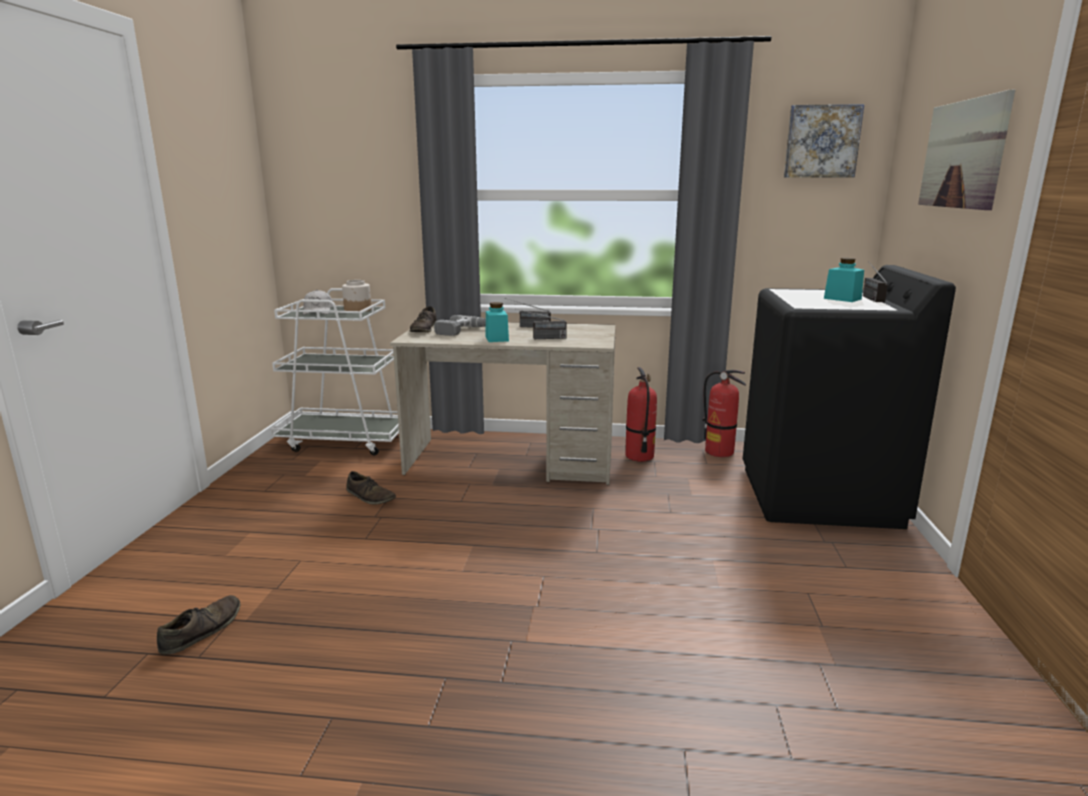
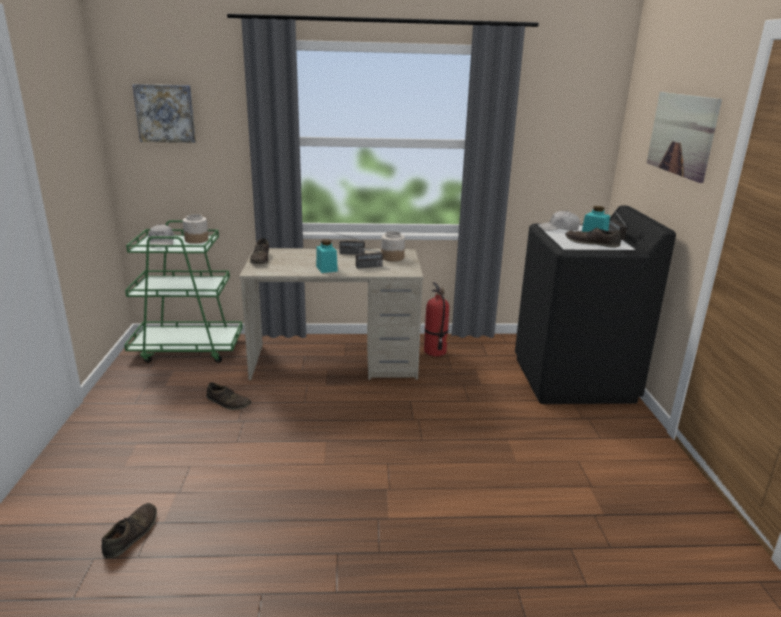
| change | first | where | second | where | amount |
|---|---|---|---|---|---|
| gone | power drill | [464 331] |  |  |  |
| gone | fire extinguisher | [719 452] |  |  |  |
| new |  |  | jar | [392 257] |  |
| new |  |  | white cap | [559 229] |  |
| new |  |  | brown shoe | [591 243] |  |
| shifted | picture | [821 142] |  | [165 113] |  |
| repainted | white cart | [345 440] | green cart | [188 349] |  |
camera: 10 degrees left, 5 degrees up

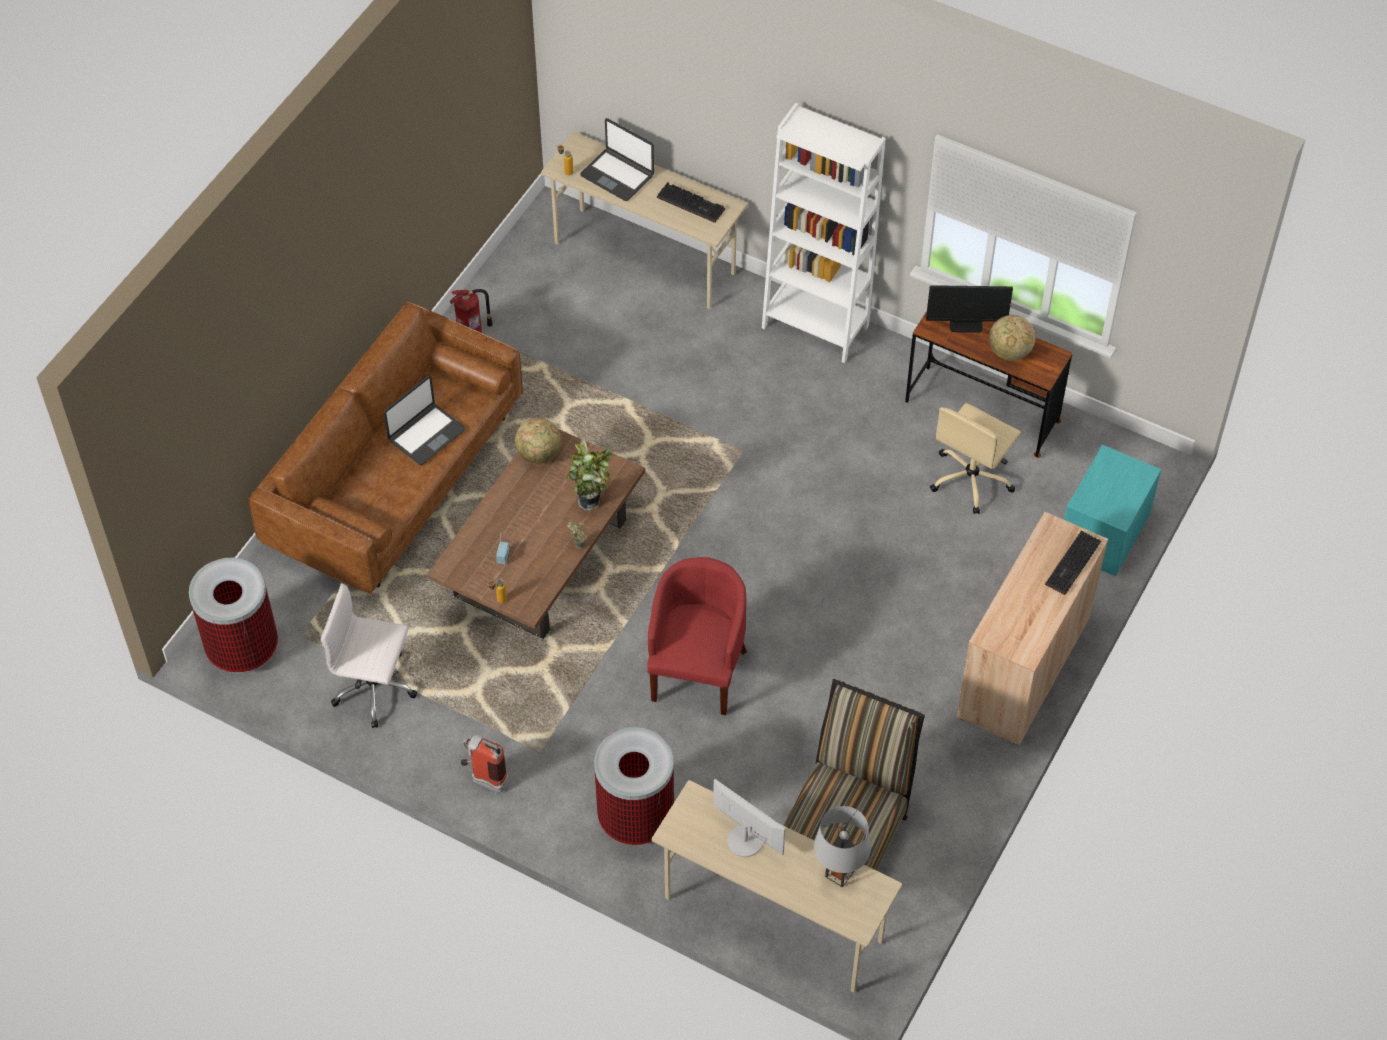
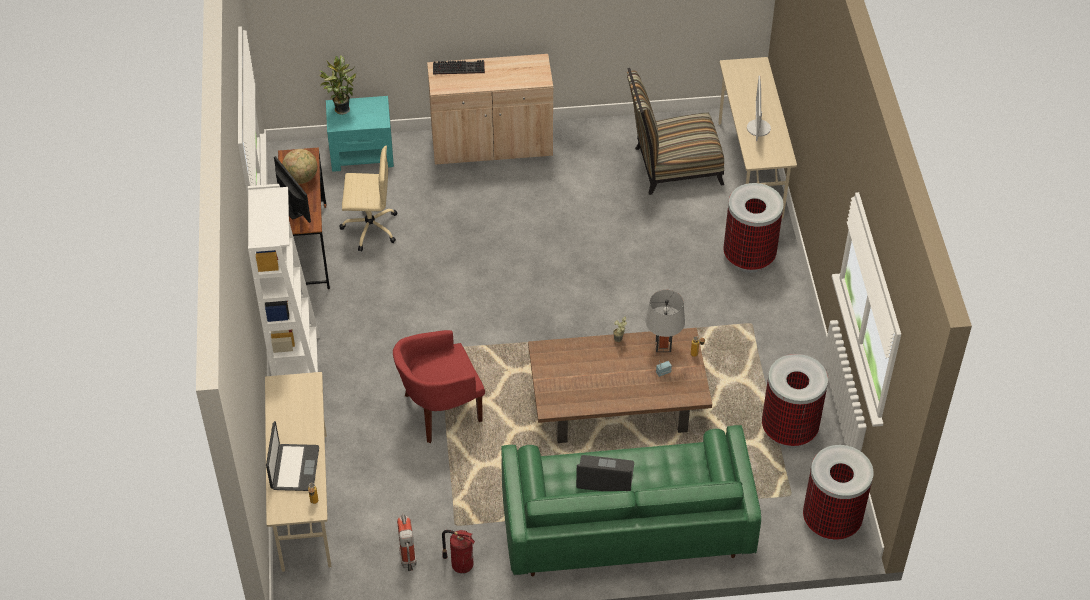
| change | first | where | second | where | amount |
|---|---|---|---|---|---|
| gone | globe | [539 454] |  |  |  |
| gone | keyboard | [692 203] |  |  |  |
| shifted | fire extinguisher | [484 778] |  | [408 562] |  |
| shifted | potted plant | [592 502] |  | [341 108] |  |
| shifted | red armchair | [698 671] |  | [440 410] |  |
| shifted | grey table lamp | [839 874] |  | [663 346] |  |
| swapped | white office chair | [376 689] | trash can | [789 429] |  |
| repainted | brown sofa | [395 479] | green sofa | [626 525] |  |
camera: 125 degrees left, 5 degrees down

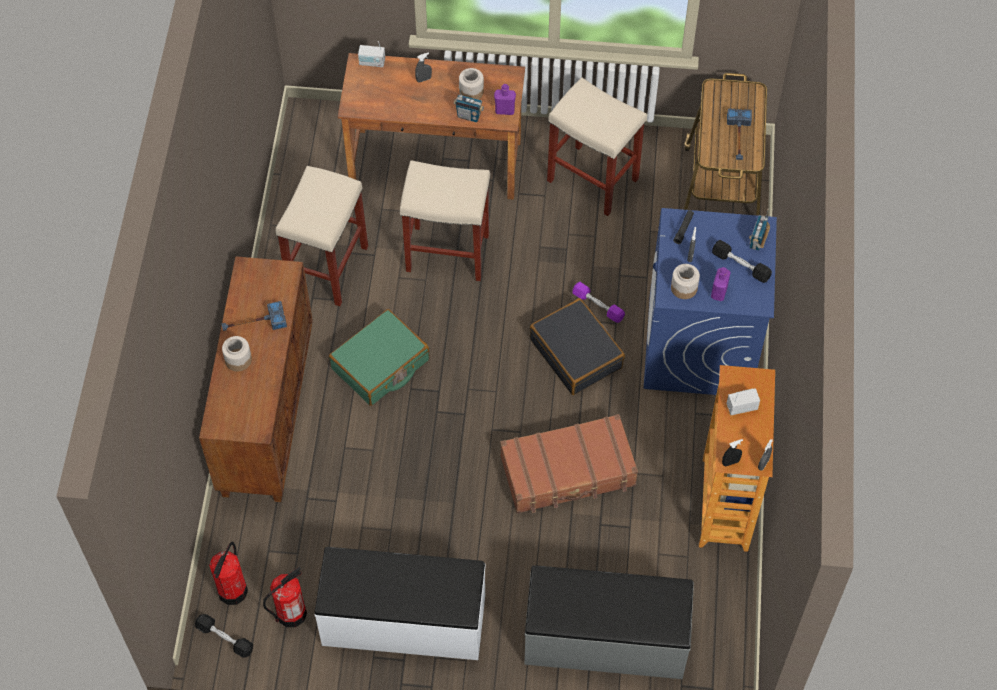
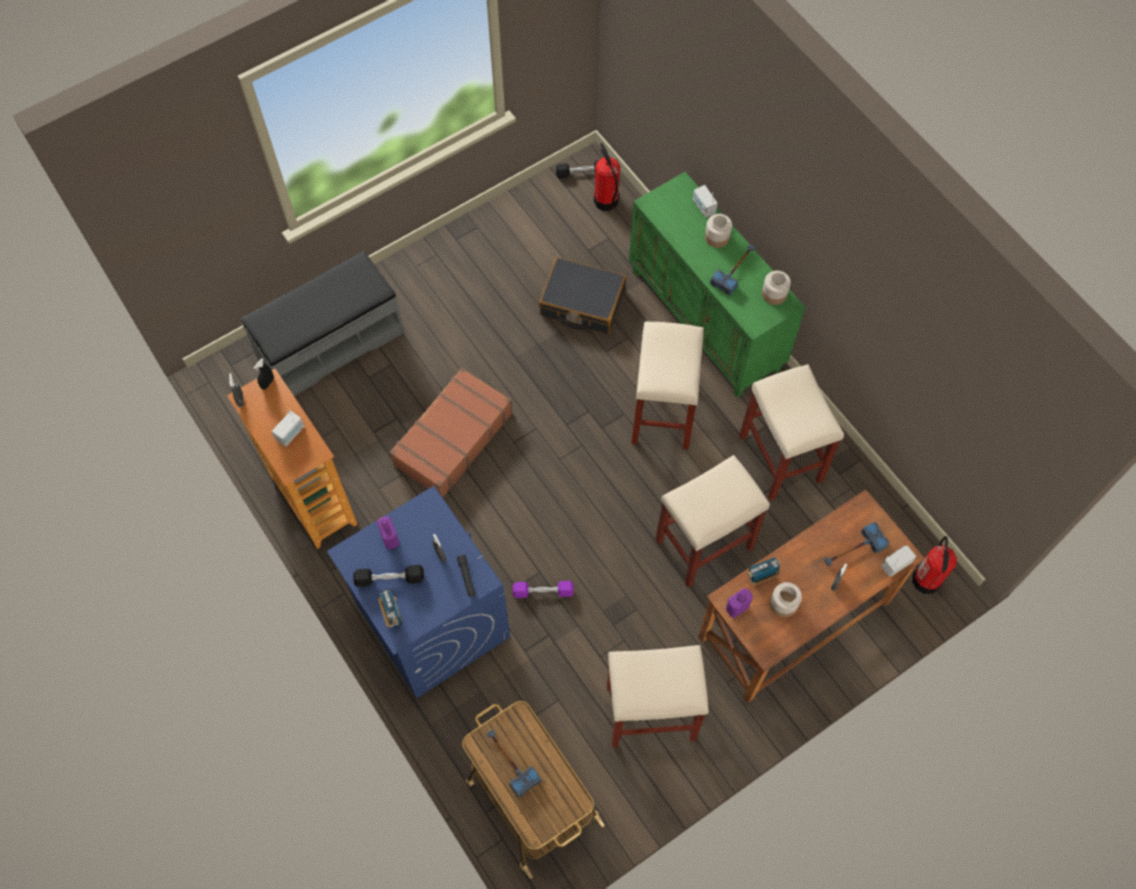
| change | first | where | second | where | amount |
|---|---|---|---|---|---|
| gone | white bench | [404 621] |  |  |  |
| new |  |  | radio | [703 207] |  |
| new |  |  | hammer | [852 550] |  |
| shifted | fire extinguisher | [291 613] |  | [926 580] |  |
| shifted | black suitcase | [576 353] |  | [582 303] |  |
| shifted | jar | [684 288] |  | [774 294] |  |
| swapped | green suitcase | [380 365] | beige stool | [663 414] |  |
| repainted | brown cabinet | [266 412] | green cabinet | [706 321] |  |
camera: 140 degrees right, 5 degrees up

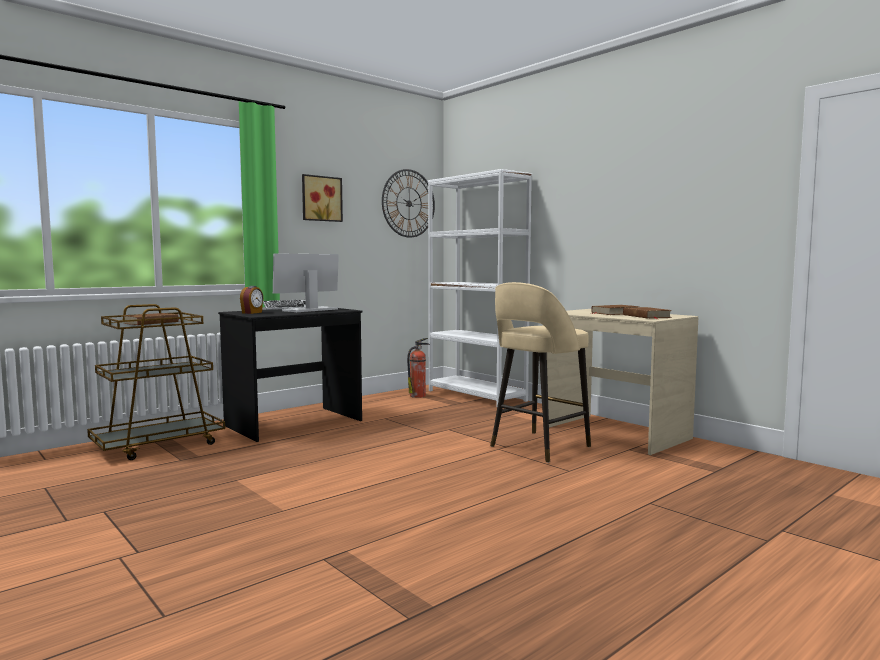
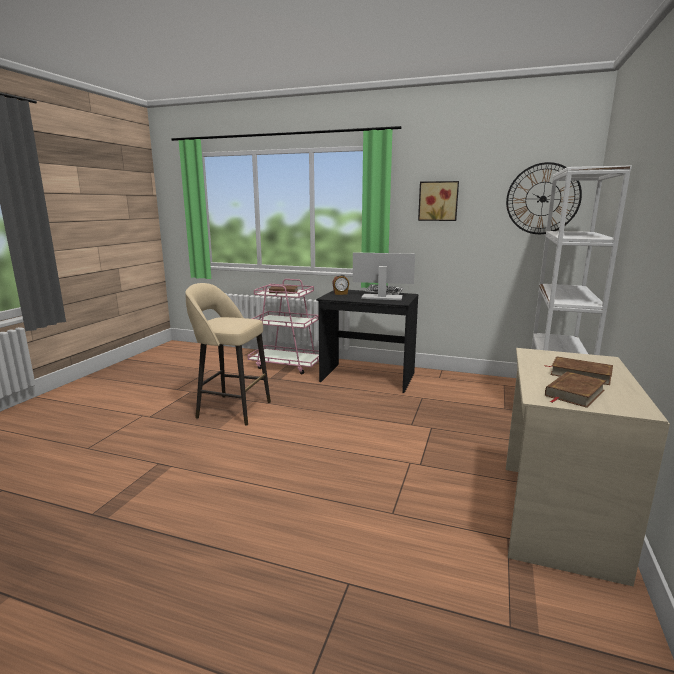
| change | first | where | second | where | amount |
|---|---|---|---|---|---|
| gone | fire extinguisher | [418 396] |  |  |  |
| shifted | beige stool | [538 447] |  | [232 409] |  |
| repainted | brown cart | [159 445] | pink cart | [287 365] |  |
camera: 60 degrees right, 10 degrees up

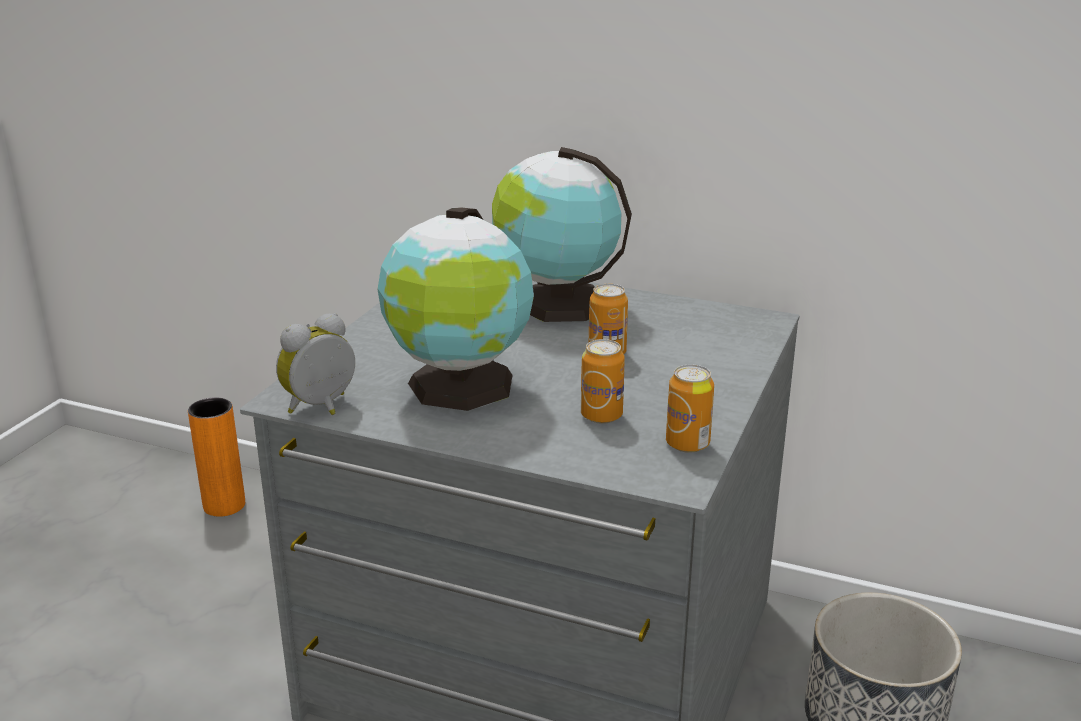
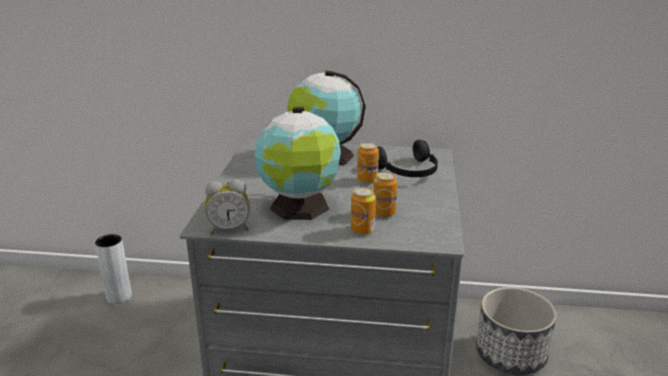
| change | first | where | second | where | amount |
|---|---|---|---|---|---|
| new |  |  | black headphones | [408 171] |  |
| shifted | can | [687 444] |  | [362 230] |  |
| repainted | orange vase | [224 505] | grey vase | [119 297] |  |
| rotated | alarm clock | [322 408] |  | [229 229] | 135 degrees counterclockwise |
camera: 15 degrees left, 0 degrees up

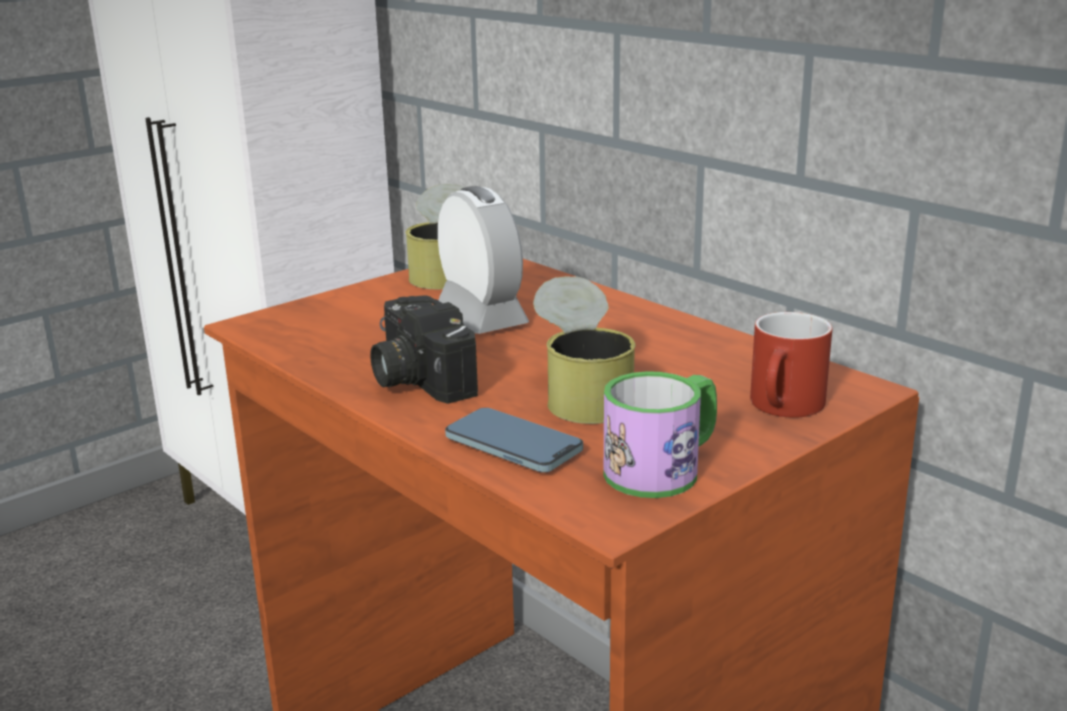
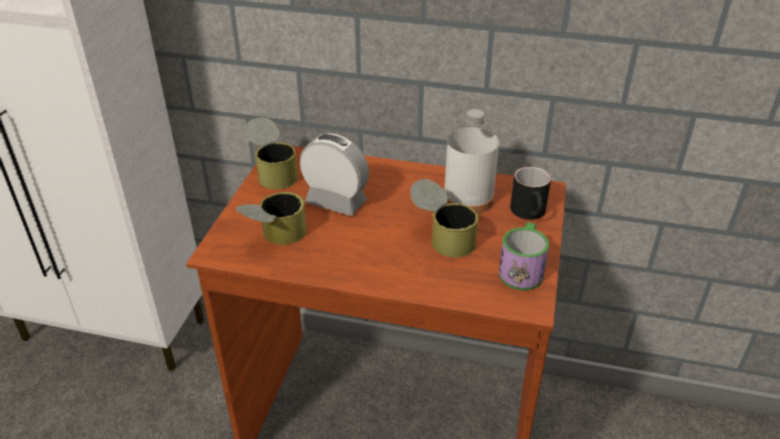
| change | first | where | second | where | amount |
|---|---|---|---|---|---|
| gone | photo camera | [415 378] |  |  |  |
| gone | phone | [513 446] |  |  |  |
| new |  |  | can | [274 238] |  |
| new |  |  | white bottle | [468 199] |  |
| repainted | red mug | [785 408] | black mug | [531 213] |  |
camera: 35 degrees left, 15 degrees up

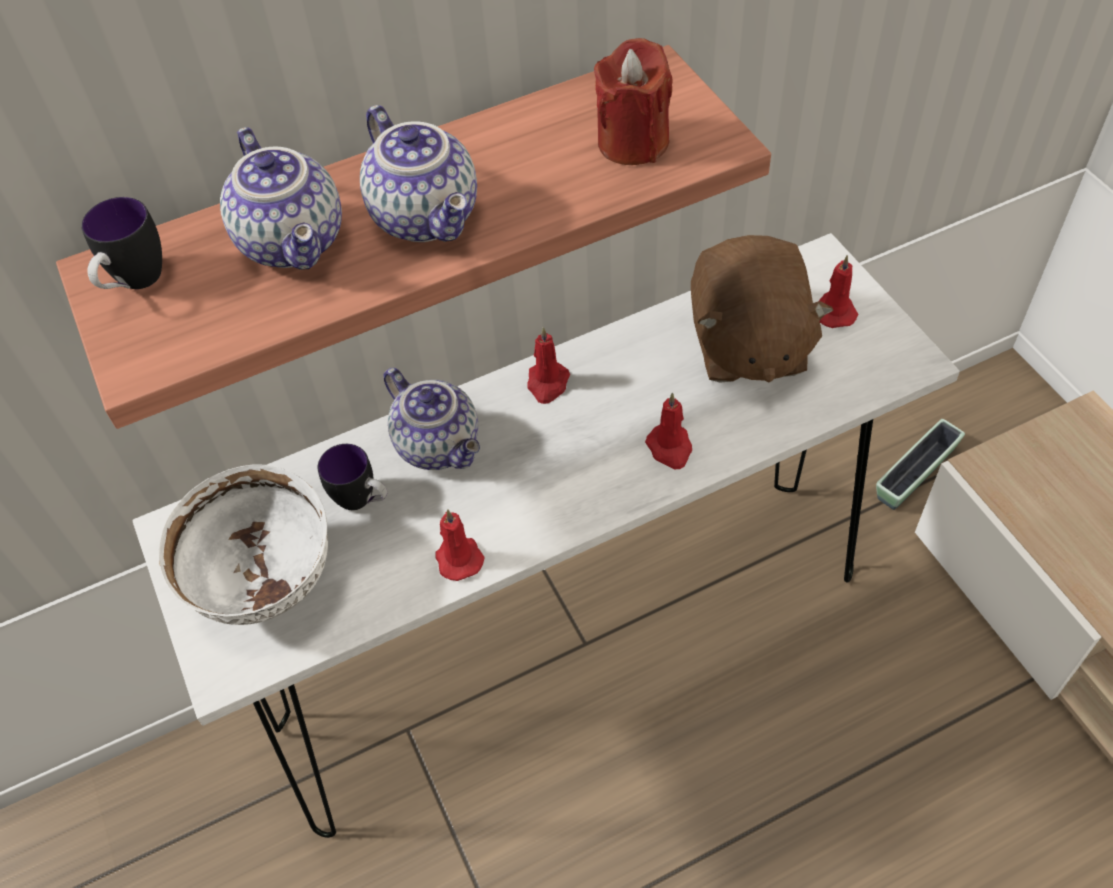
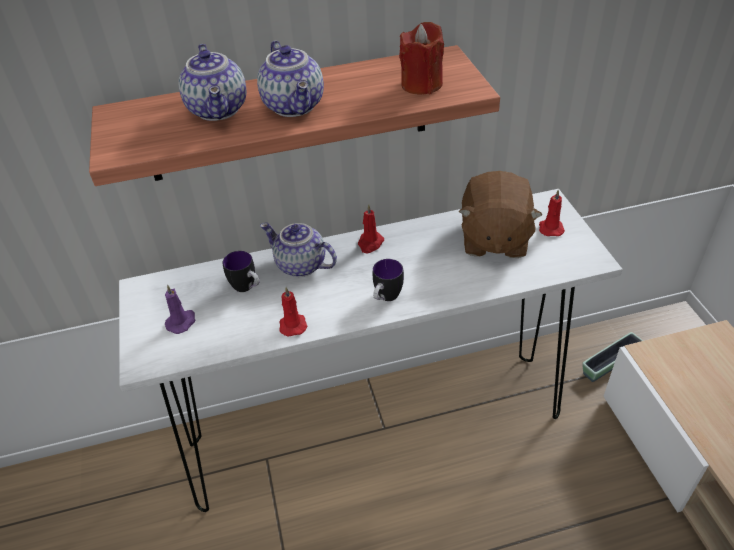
| change | first | where | second | where | amount |
|---|---|---|---|---|---|
| gone | red candle | [670 448] |  |  |  |
| shifted | mug | [135 284] |  | [386 298] |  |
| swapped | white bowl | [268 583] | purple candle | [182 322] |  |
| rotated | teapot | [440 444] |  | [300 266] | 150 degrees clockwise |
camera: 10 degrees right, 10 degrees down

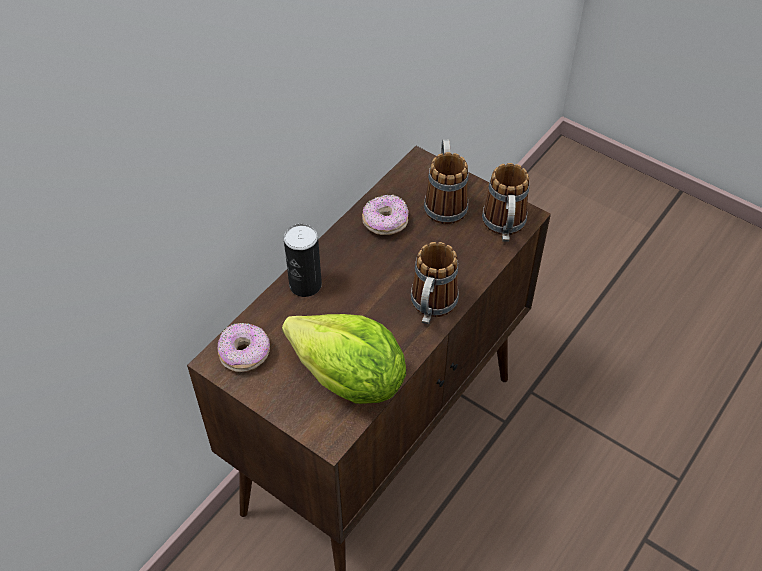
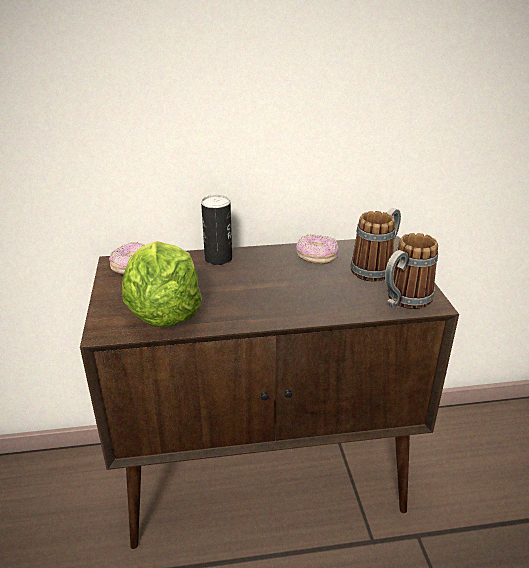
| change | first | where | second | where | amount |
|---|---|---|---|---|---|
| gone | mug | [431 308] |  |  |  |
camera: 45 degrees right, 20 degrees down

